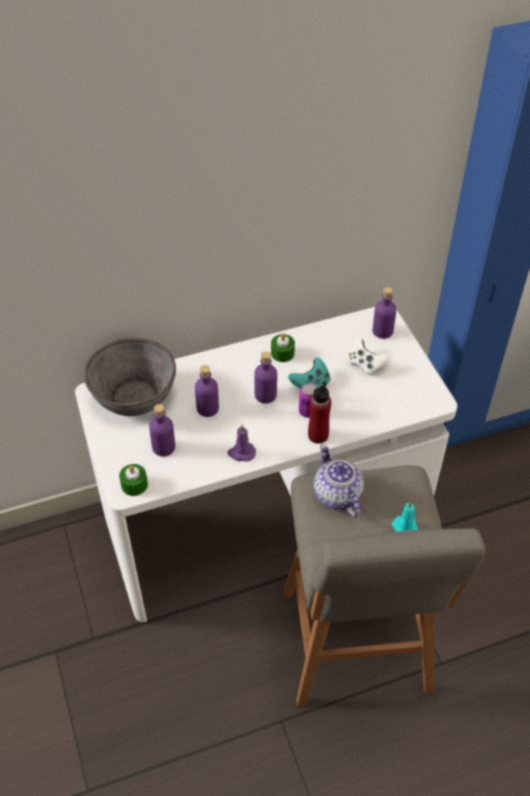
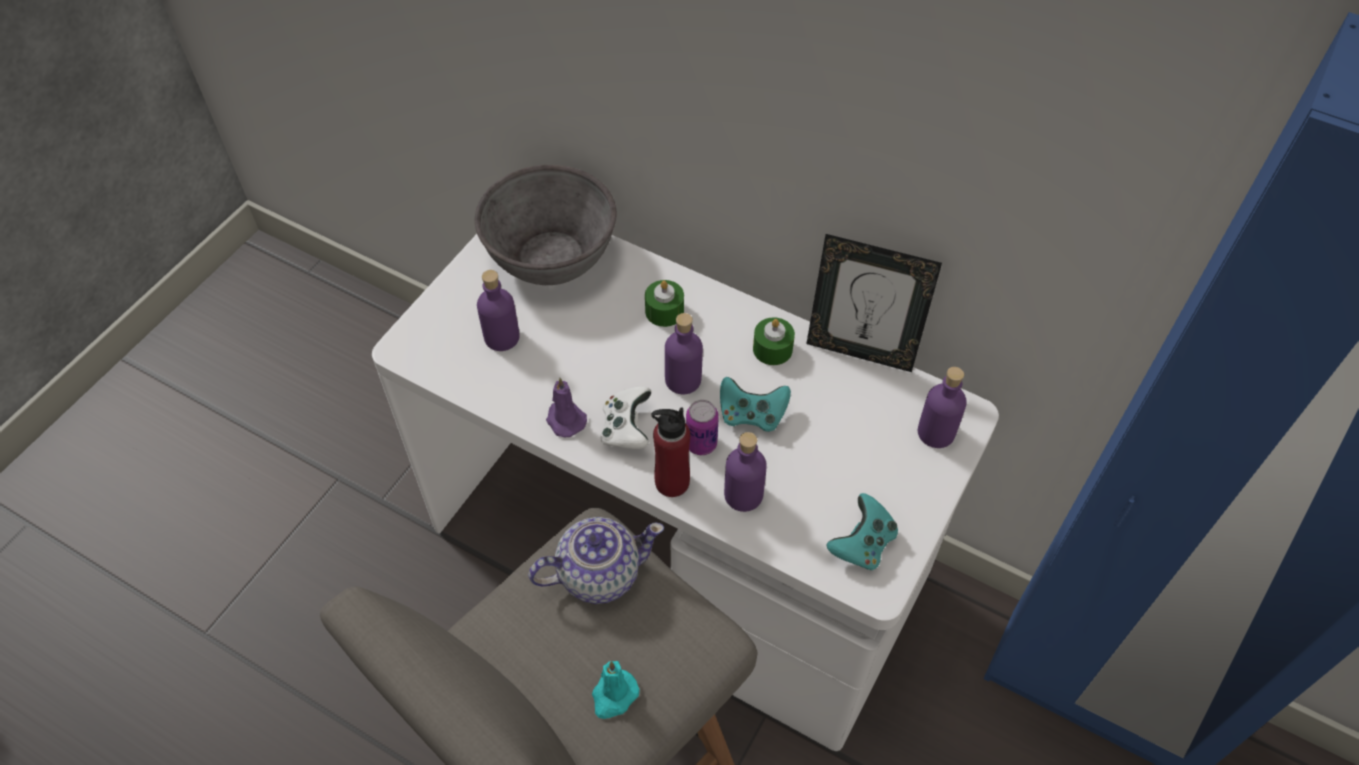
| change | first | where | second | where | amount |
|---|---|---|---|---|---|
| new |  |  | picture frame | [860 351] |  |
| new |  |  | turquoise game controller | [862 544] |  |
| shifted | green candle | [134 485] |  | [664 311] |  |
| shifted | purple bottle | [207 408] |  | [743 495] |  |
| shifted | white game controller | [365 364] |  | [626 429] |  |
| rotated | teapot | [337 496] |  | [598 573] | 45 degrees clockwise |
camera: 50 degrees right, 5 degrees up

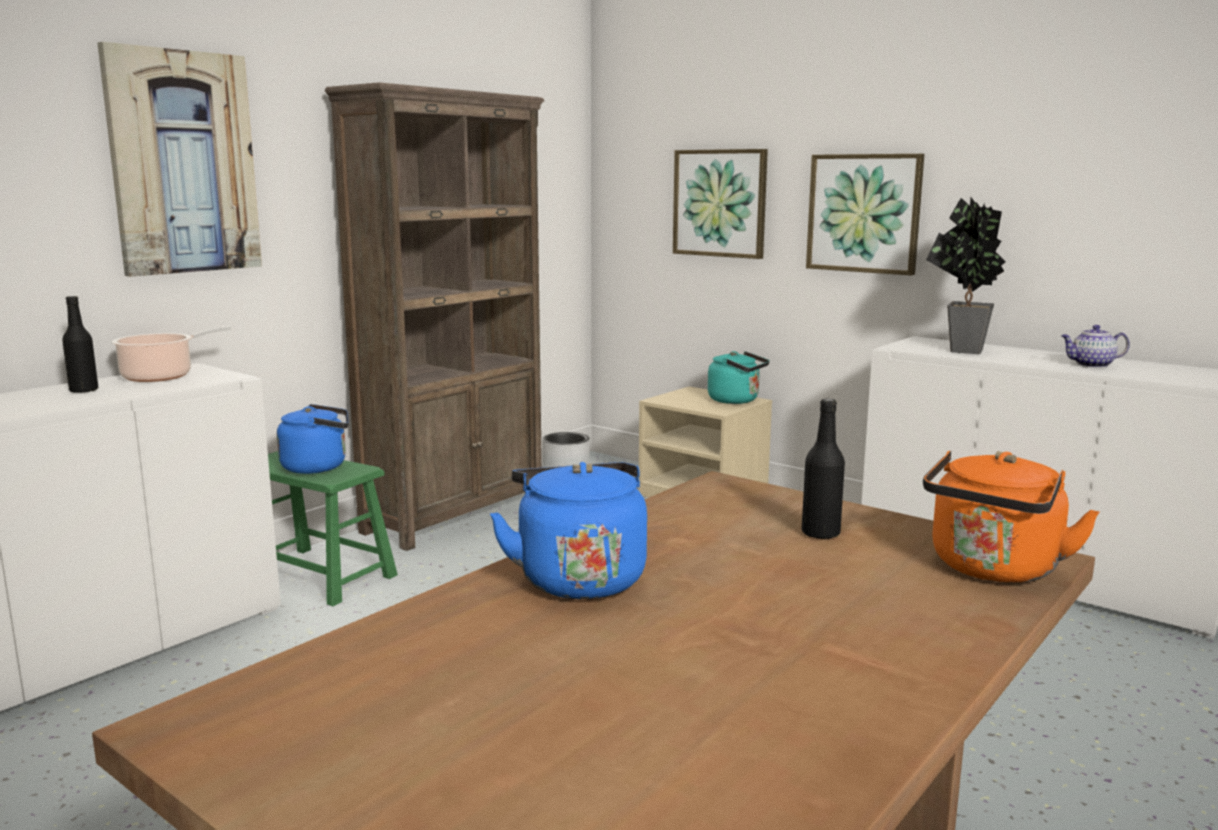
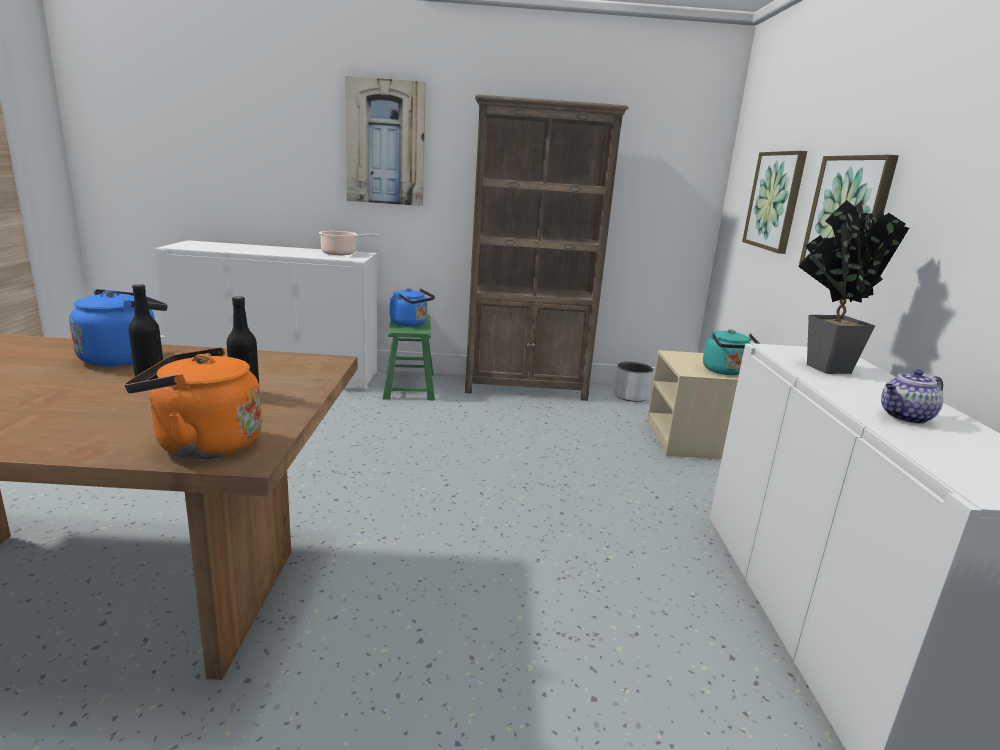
| change | first | where | second | where | amount |
|---|---|---|---|---|---|
| shifted | black bottle | [84 391] |  | [150 378] |  |
| rotated | teapot | [1091 365] |  | [905 417] | 75 degrees counterclockwise |
camera: 50 degrees right, 5 degrees up

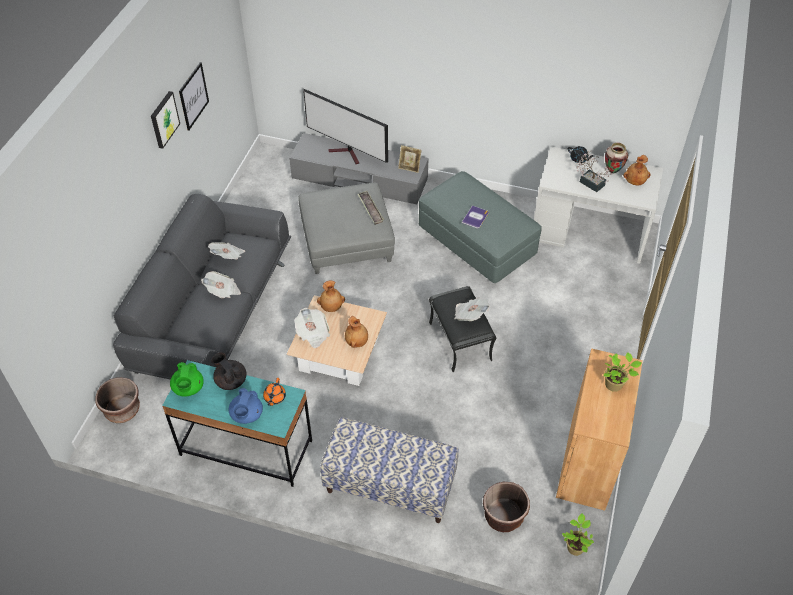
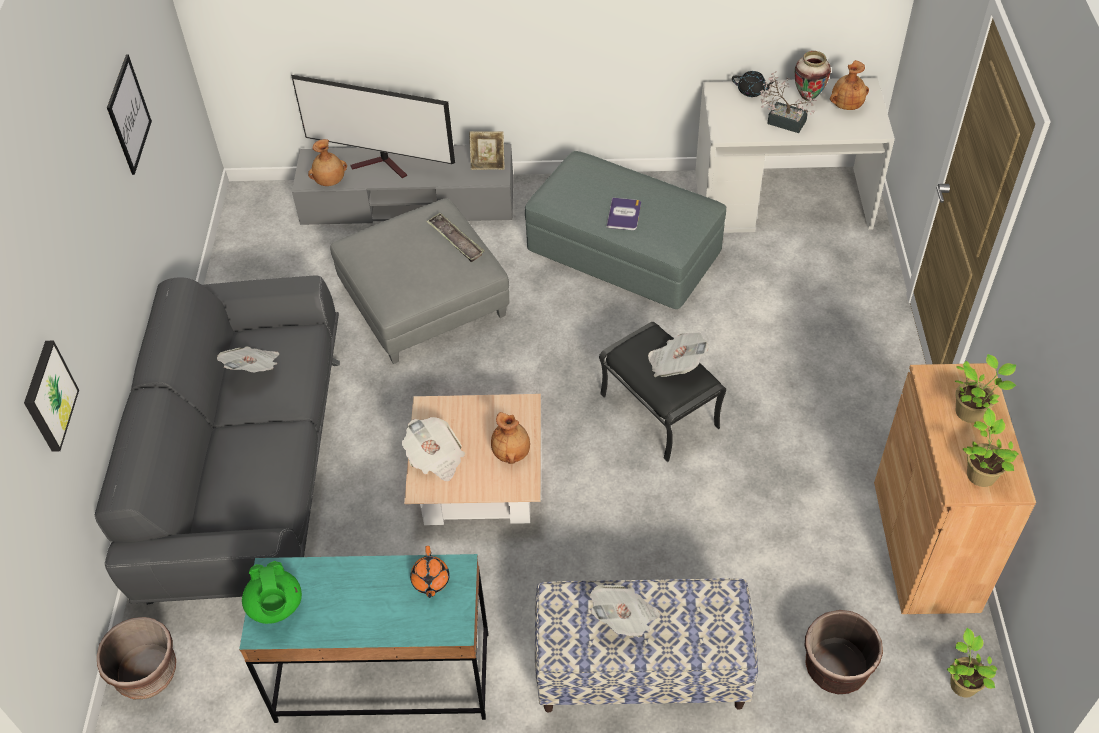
| change | first | where | second | where | amount |
|---|---|---|---|---|---|
| gone | black teapot | [231 380] |  |  |  |
| gone | blue teapot | [246 415] |  |  |  |
| new |  |  | potted plant | [980 473] |  |
| shifted | picture | [163 119] |  | [48 396] |  |
| shifted | newspaper | [223 291] |  | [624 618] |  |
| shifted | brown vase | [331 307] |  | [330 182] |  |
camera: 15 degrees left, 0 degrees up

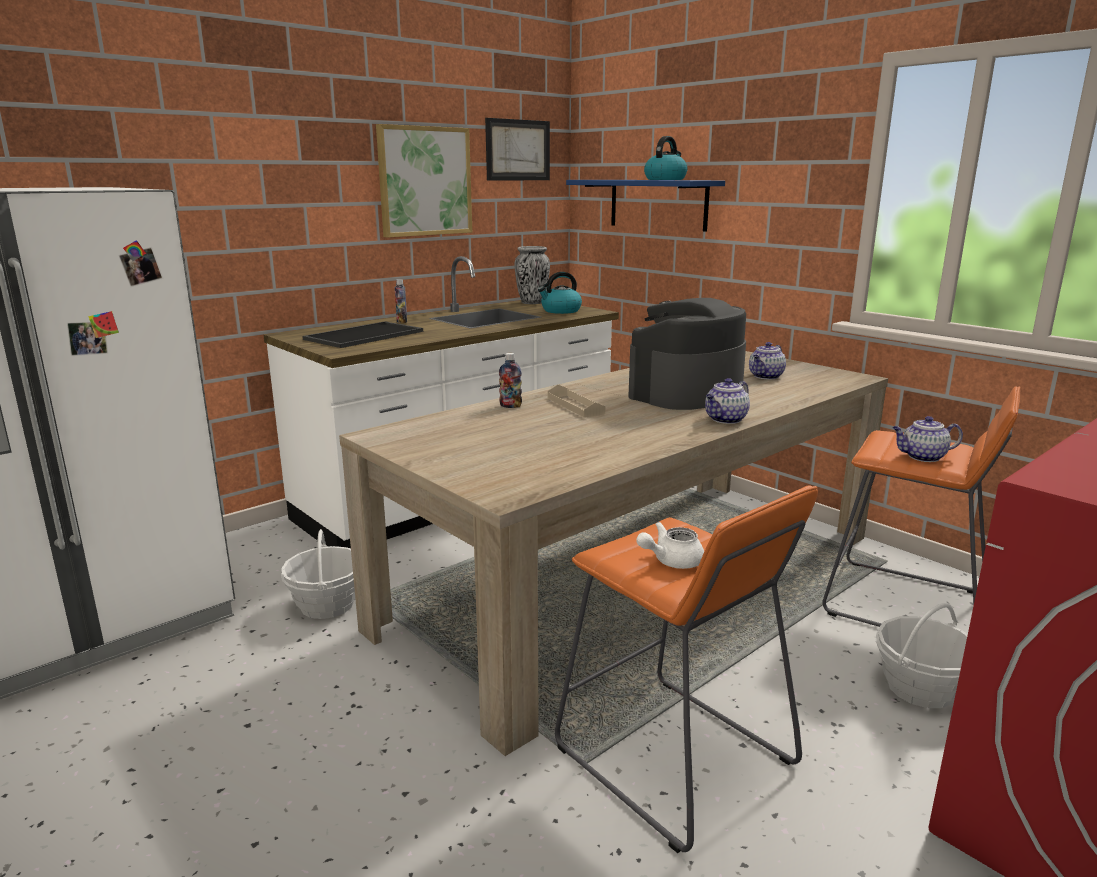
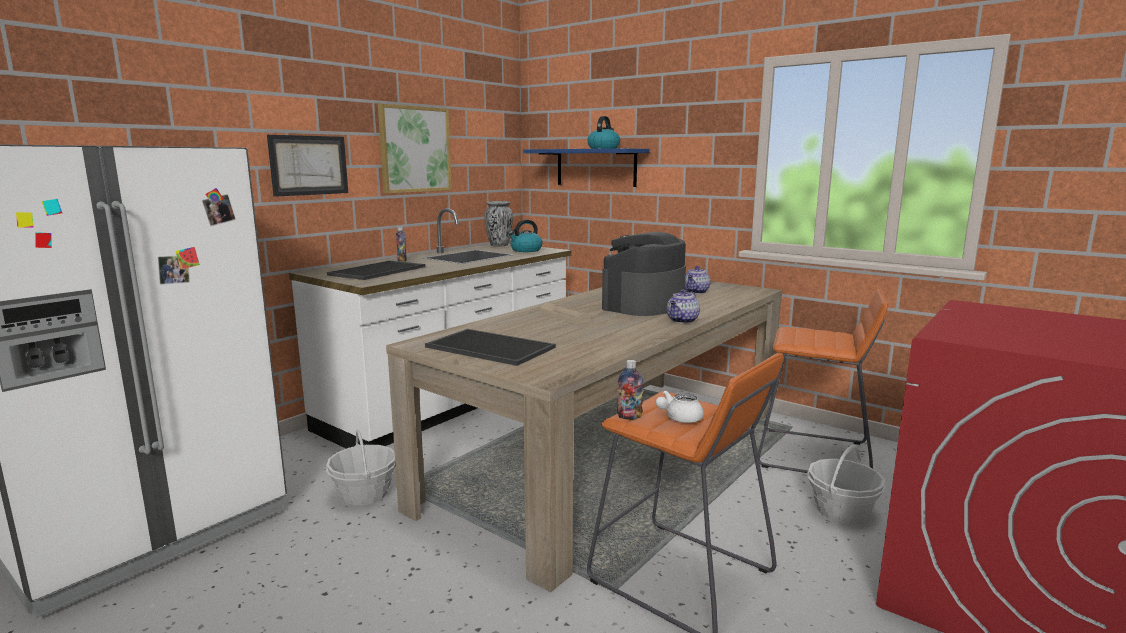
| change | first | where | second | where | amount |
|---|---|---|---|---|---|
| gone | teapot | [922 457] |  |  |  |
| new |  |  | tray | [488 348] |  |
| shifted | picture | [517 150] |  | [309 165] |  |
| shifted | bottle | [510 406] |  | [629 417] |  |
camera: 10 degrees left, 5 degrees down

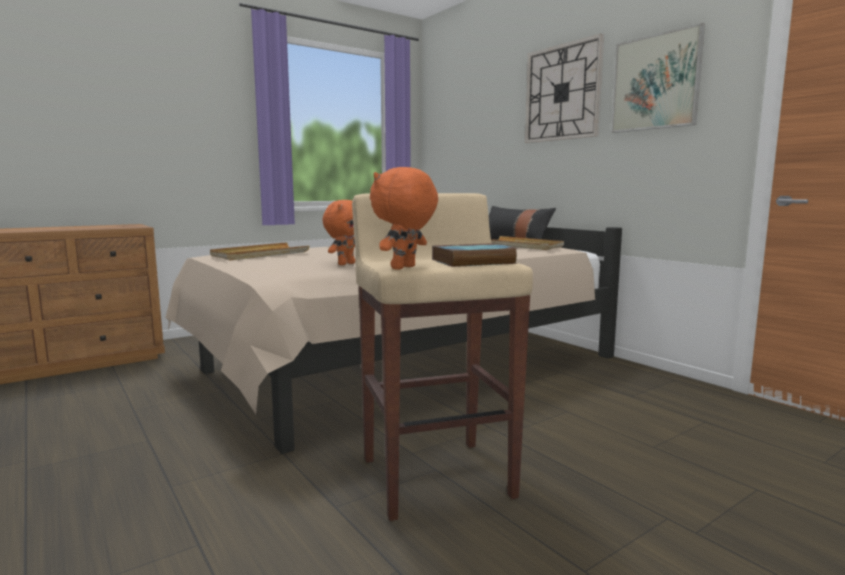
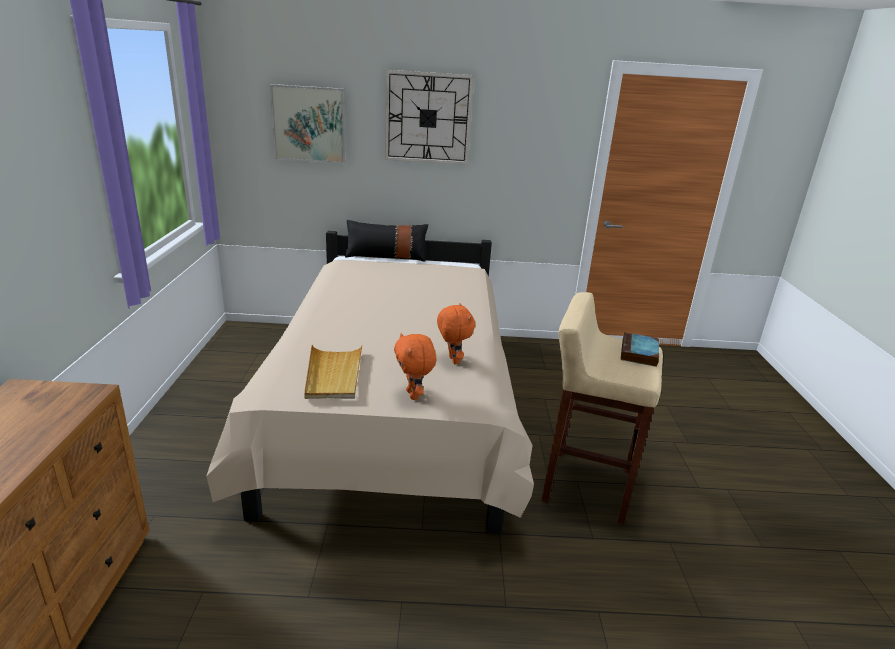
| change | first | where | second | where | amount |
|---|---|---|---|---|---|
| gone | beige tray | [522 246] |  |  |  |
| shifted | orange plush toy | [404 268] |  | [414 395] |  |
| shifted | picture | [655 82] |  | [309 124] |  |
camera: 55 degrees left, 15 degrees up

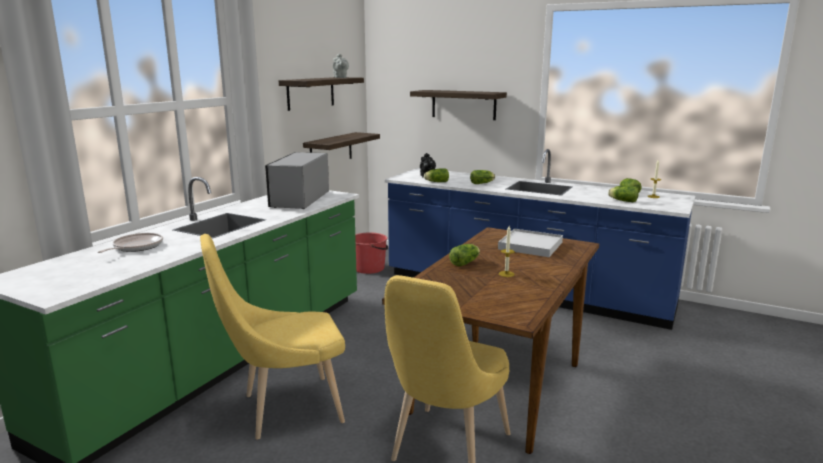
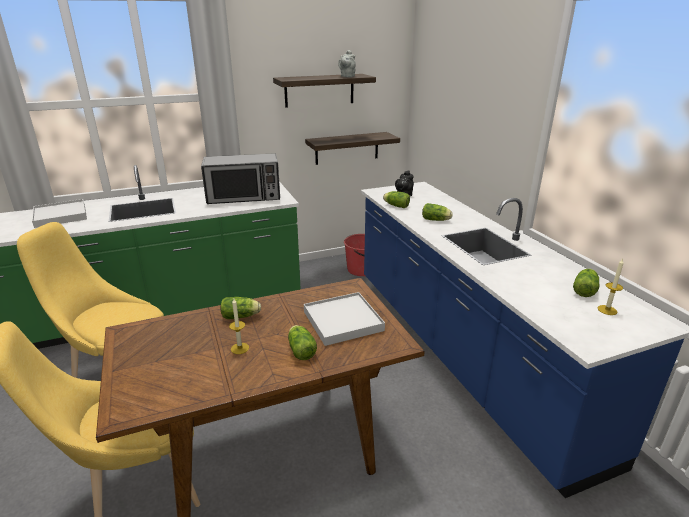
| change | first | where | second | where | amount |
|---|---|---|---|---|---|
| gone | shelf | [463 104] |  |  |  |
| shifted | lettuce | [622 201] |  | [301 349] |  |
| swapped | frying pan | [136 247] | white tray | [60 216] |  |
| rotated | microwave | [299 199] |  | [244 197] | 150 degrees counterclockwise |
camera: 40 degrees right, 10 degrees up

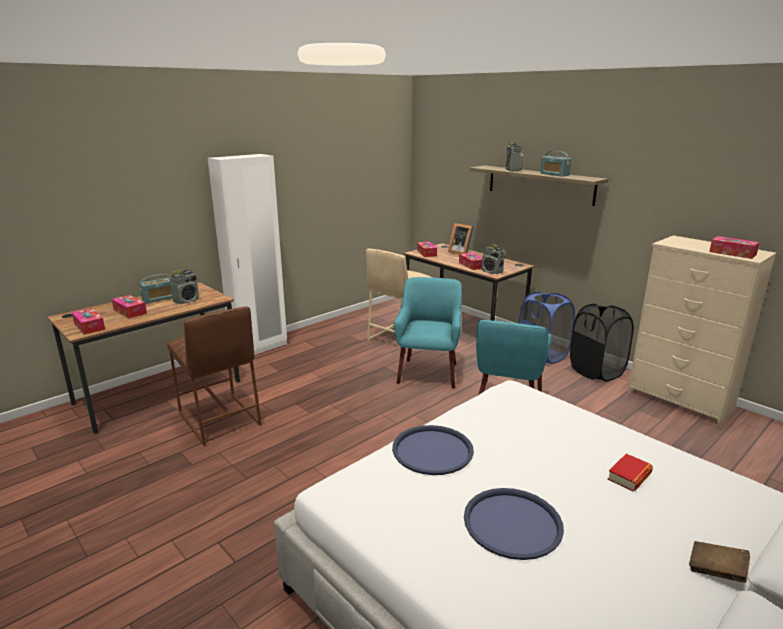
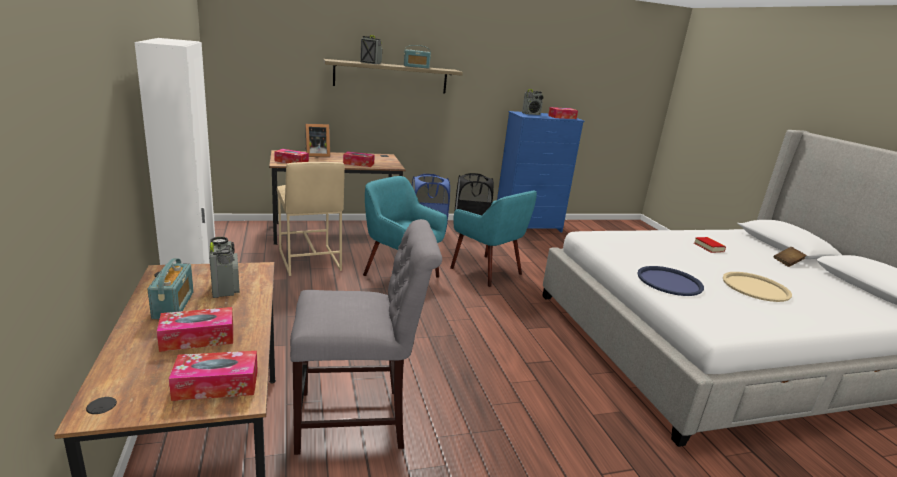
| change | first | where | second | where | amount |
|---|---|---|---|---|---|
| shifted | radio | [492 272] |  | [531 114] |  |
| swapped | brown stool | [219 419] | grey chair | [358 420] |  |
| repainted | blue tray | [512 523] | beige tray | [755 287] |  |
| repainted | beige dresser | [680 400] | blue dresser | [528 227] |  |
camera: 65 degrees left, 0 degrees up

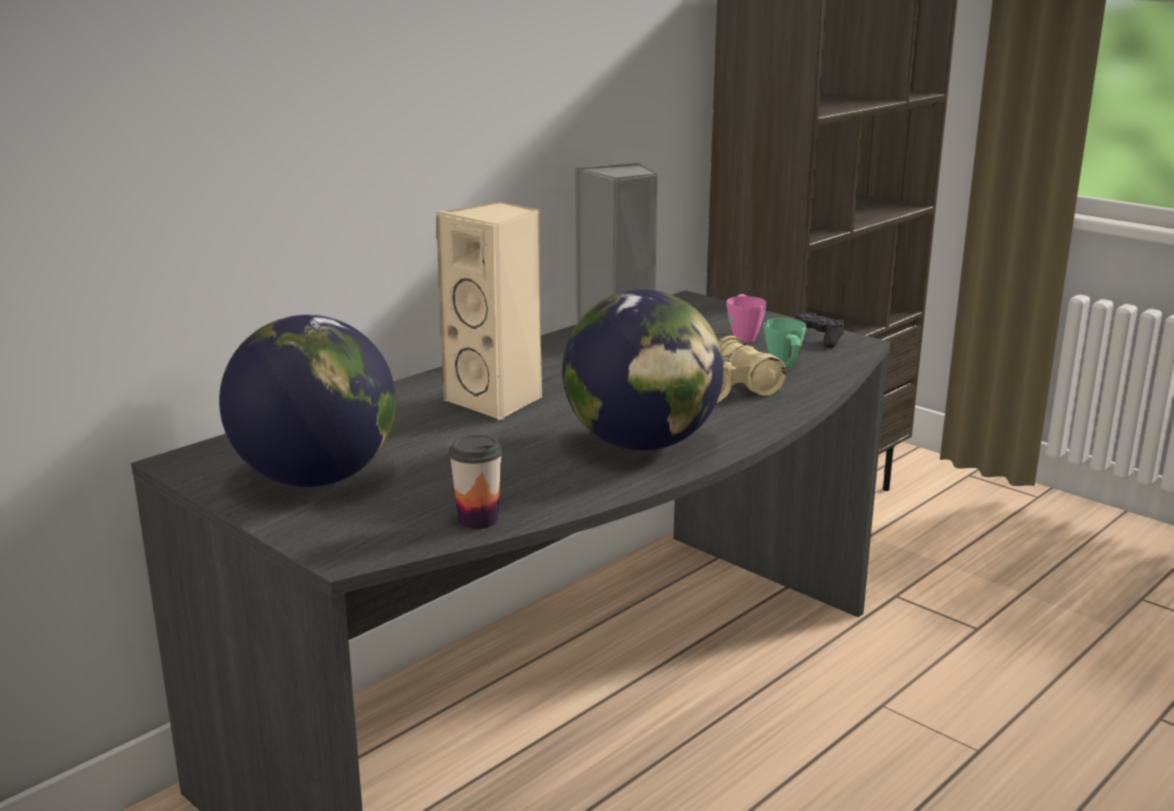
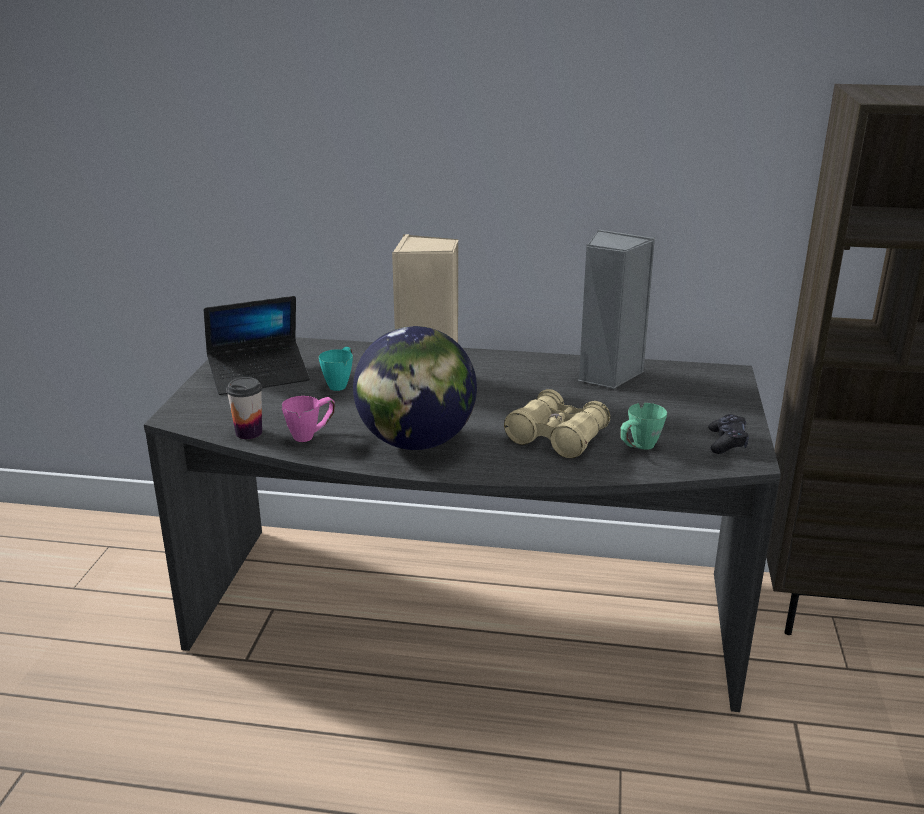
| change | first | where | second | where | amount |
|---|---|---|---|---|---|
| new |  |  | turquoise mug | [340 383] |  |
| shifted | pink mug | [743 336] |  | [311 435] |  |
| swapped | globe | [316 478] | laptop | [259 376] |  |
camera: 55 degrees right, 5 degrees up

